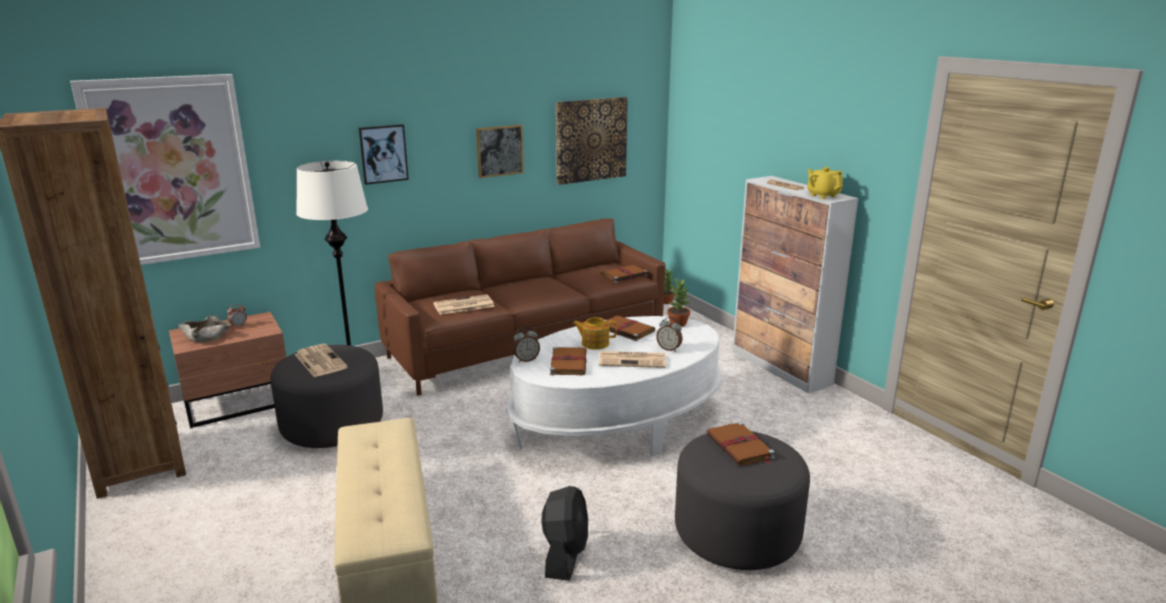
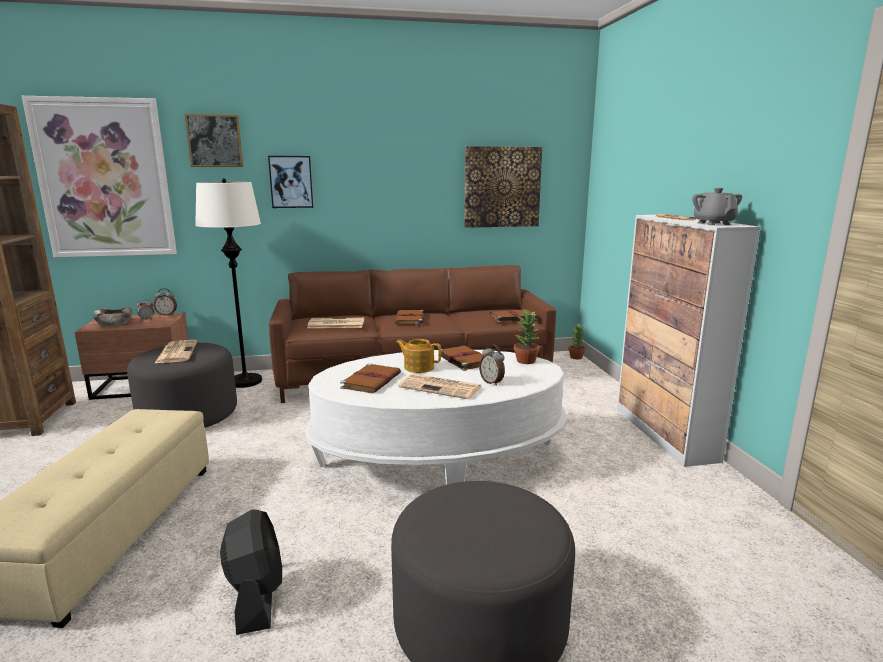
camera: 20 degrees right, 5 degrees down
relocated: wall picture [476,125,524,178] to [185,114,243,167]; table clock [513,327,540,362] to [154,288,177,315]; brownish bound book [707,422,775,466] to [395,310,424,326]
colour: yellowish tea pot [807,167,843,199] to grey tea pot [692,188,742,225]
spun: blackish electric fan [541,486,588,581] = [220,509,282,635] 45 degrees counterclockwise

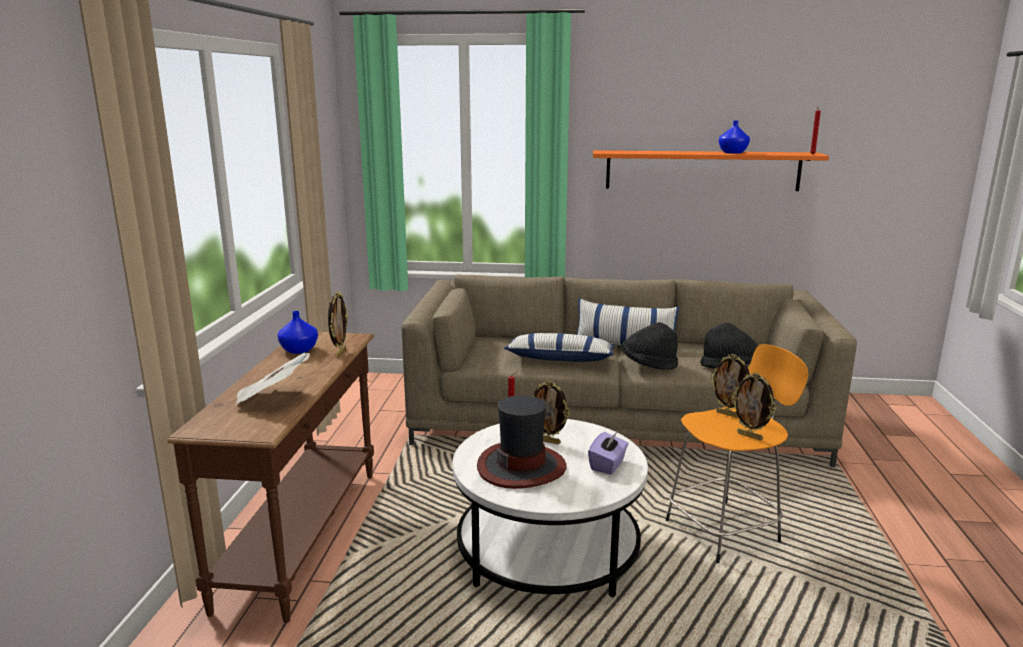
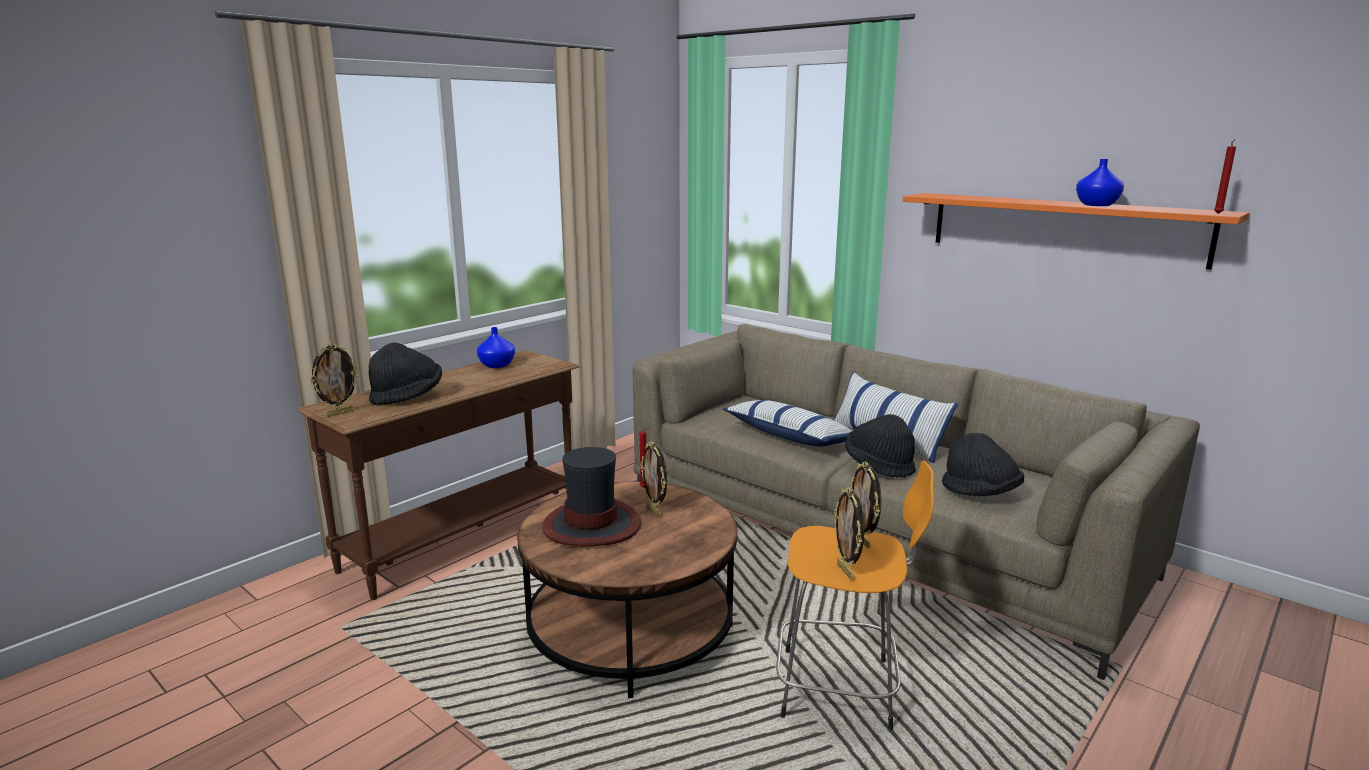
camera: 35 degrees right, 0 degrees up
missing: purple-coloured tissue holder [588,431,628,474]
relocated: picture frame [328,291,348,357] to [310,343,359,417]
exchanged: daily paper [235,352,310,405] to blackish wearable hat [369,343,442,405]
colour: white coffee table [452,419,648,598] to brownish coffee table [517,482,737,698]

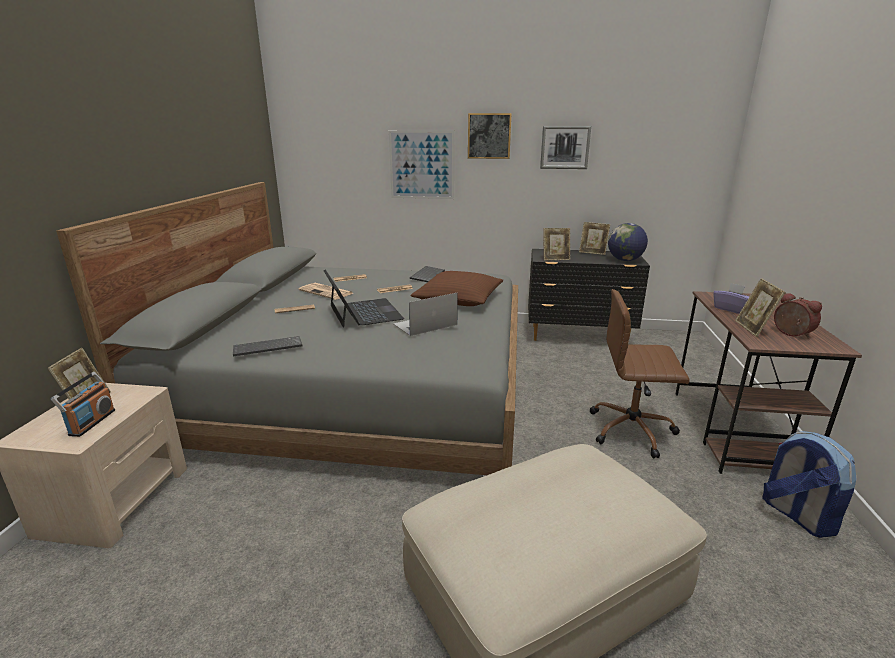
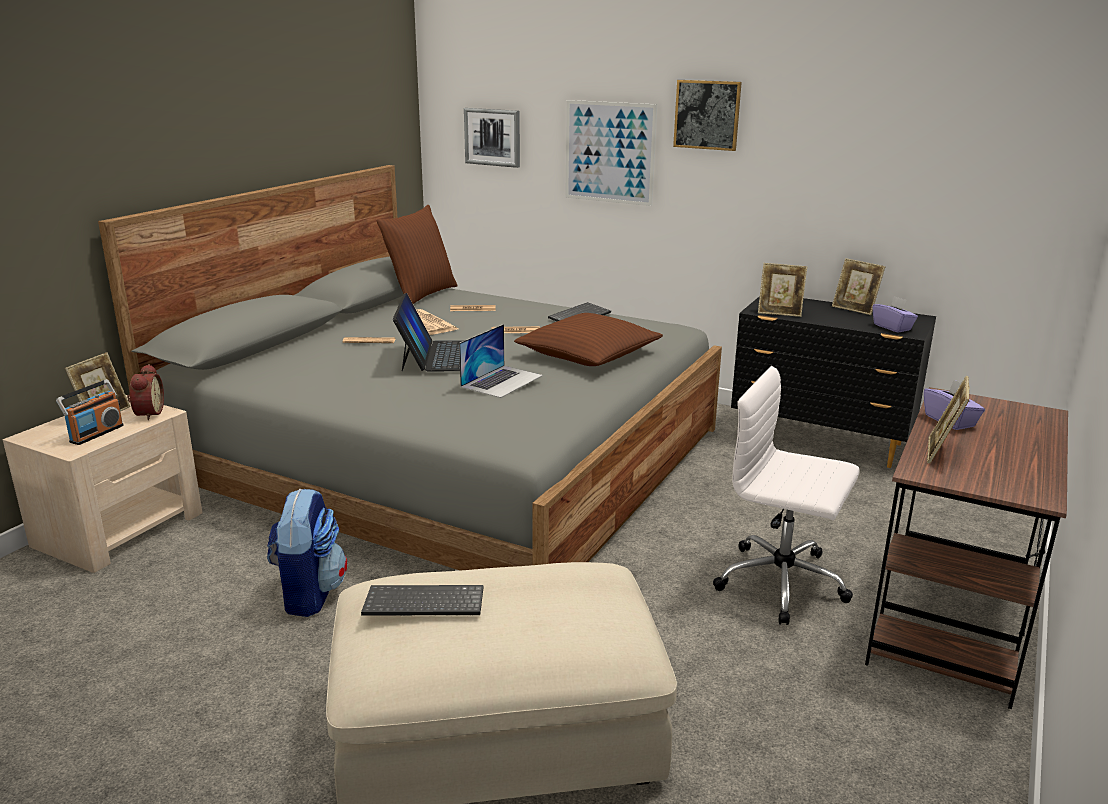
camera: 20 degrees right, 0 degrees up
appeared: brownish pillow [377,205,458,304]
relocated: keyboard [233,336,303,356] to [361,585,483,616]; wall picture [540,126,591,169] to [464,108,520,168]; backpack [762,431,856,538] to [267,489,347,617]; table clock [774,293,822,339] to [127,364,164,420]
exchanged: globe [608,223,648,261] to purple-coloured tissue holder [872,296,918,333]
colour: brownish desk chair [590,289,690,459] to white desk chair [713,366,860,625]
spun: portable computer [394,293,458,336] = [459,324,543,398] 135 degrees clockwise

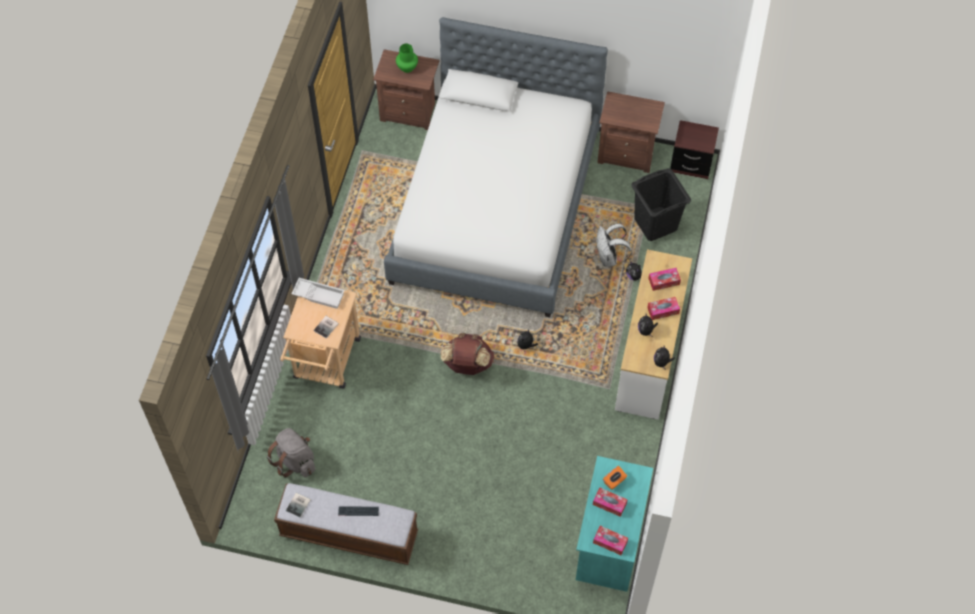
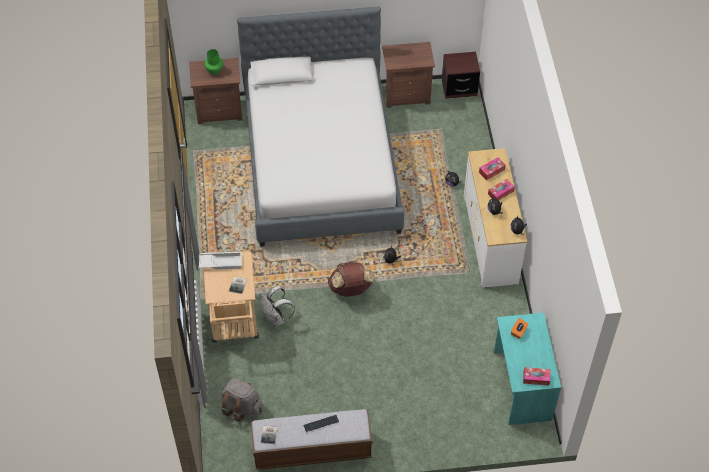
camera: 20 degrees left, 5 degrees down
missing: tissue holder [593,488,628,517]; blackish washing basket [631,168,691,241]
relocated: white backpack [596,223,632,267] to [260,286,295,327]

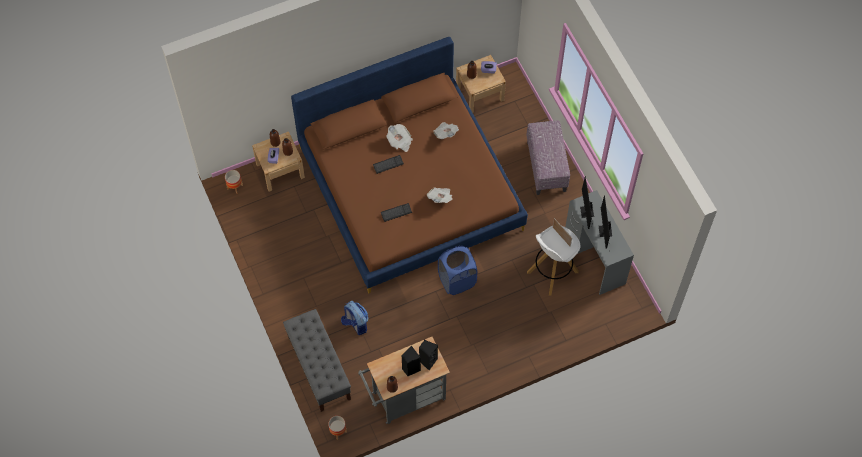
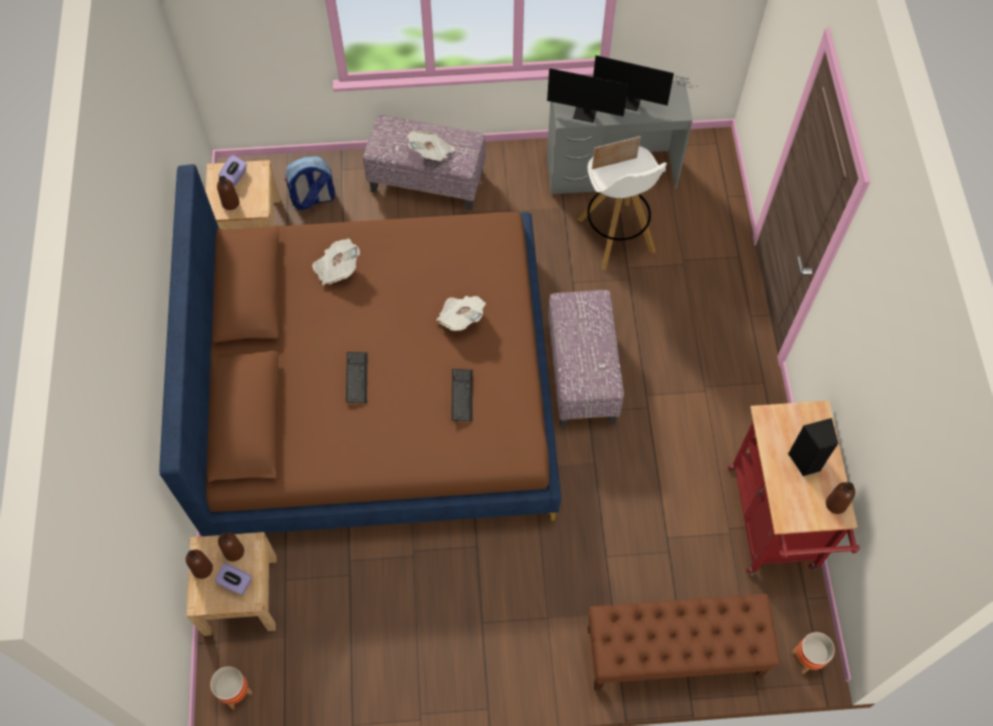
camera: 70 degrees left, 0 degrees up
missing: blackish audio speaker [419,340,438,370]
relocated: backpack [341,301,368,335] to [285,156,335,210]; daily paper [387,124,413,152] to [408,131,455,161]
exchanged: blue washing basket [438,246,477,295] to pouffe [548,290,624,427]
colour: grey indoor bench [283,309,351,412] to brownish indoor bench [588,594,780,690]; grey trolley [358,337,450,424] to reddish trolley [728,401,860,576]

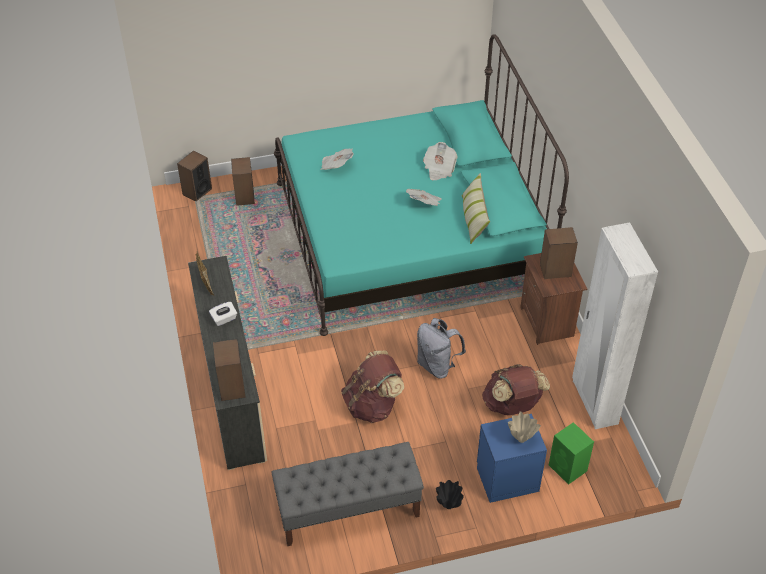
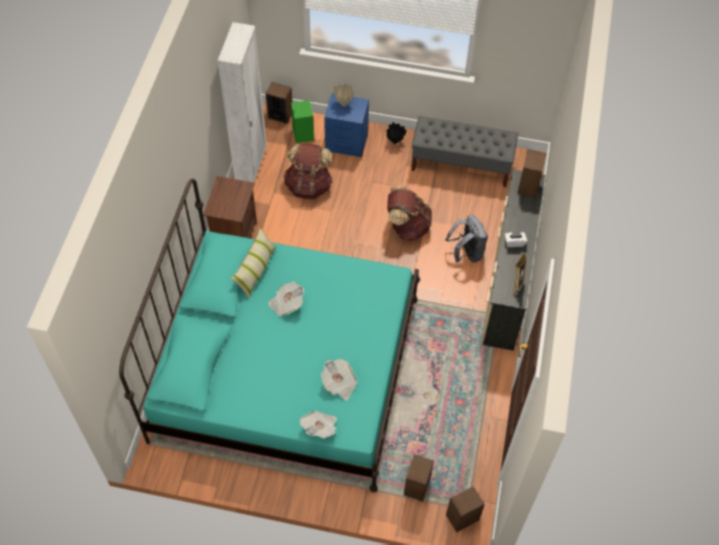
camera: 155 degrees left, 10 degrees up
relocated: grey backpack [417,318,466,378] to [445,215,488,263]; daily paper [423,142,458,180] to [300,410,337,438]; audio speaker [540,227,578,279] to [265,82,292,124]

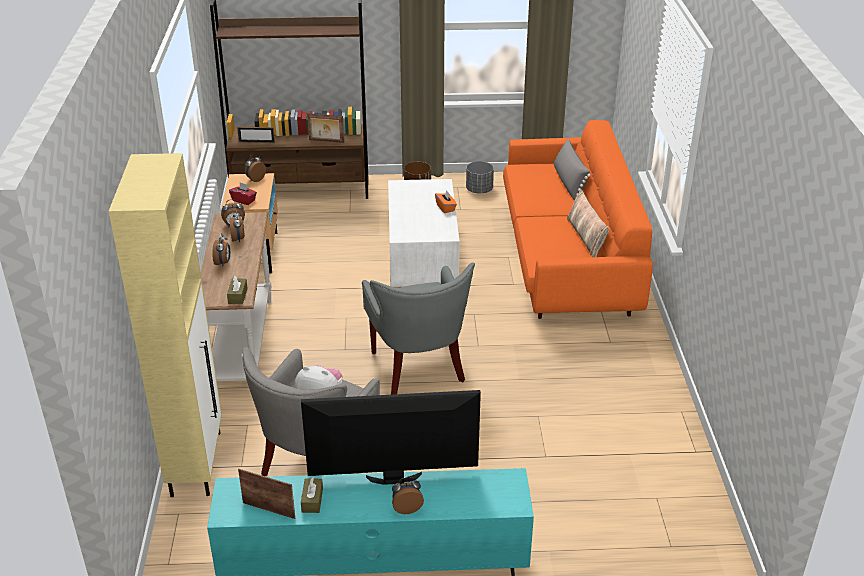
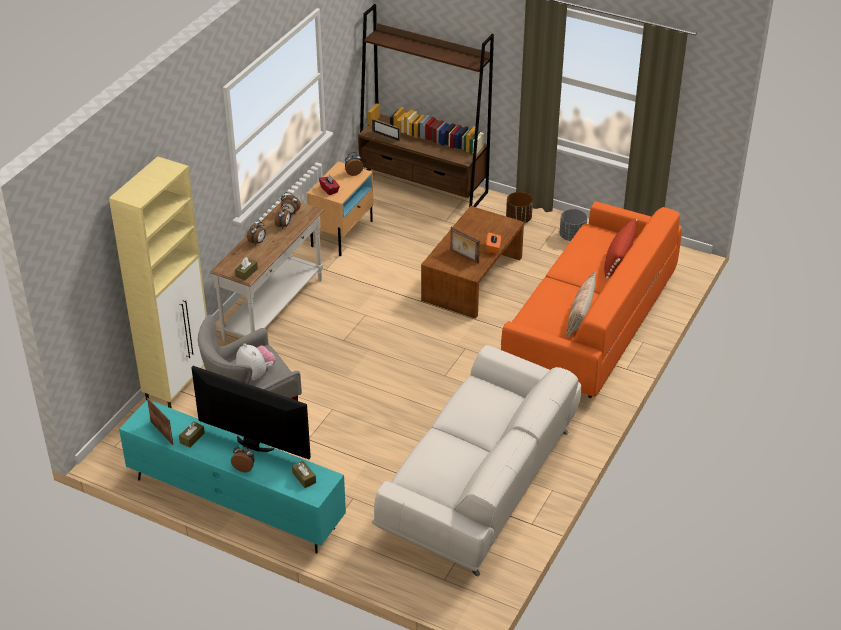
camera: 30 degrees right, 5 degrees up
missing: grey armchair [362,262,475,395]
appeared: brownish tissue holder [292,461,316,488]; white couch [372,345,581,577]
relocated: picture frame [307,113,344,143] to [450,227,480,264]
colour: white coffee table [388,179,460,287] to brownish coffee table [421,206,524,319]; grey pillow [554,139,591,200] to reddish pillow [604,218,637,279]

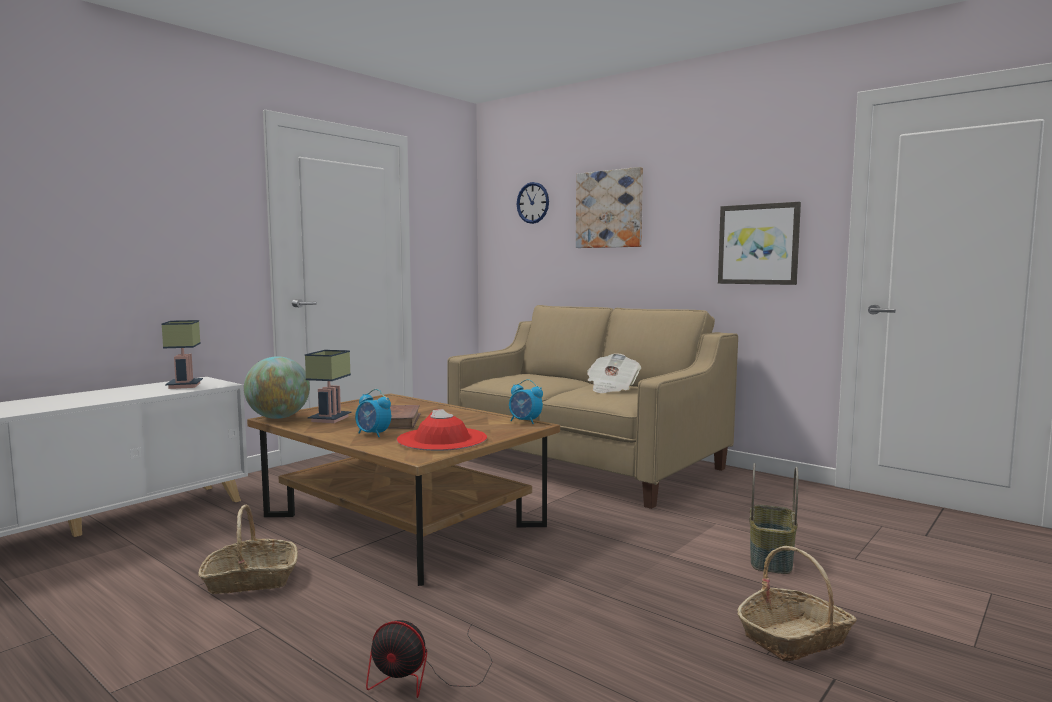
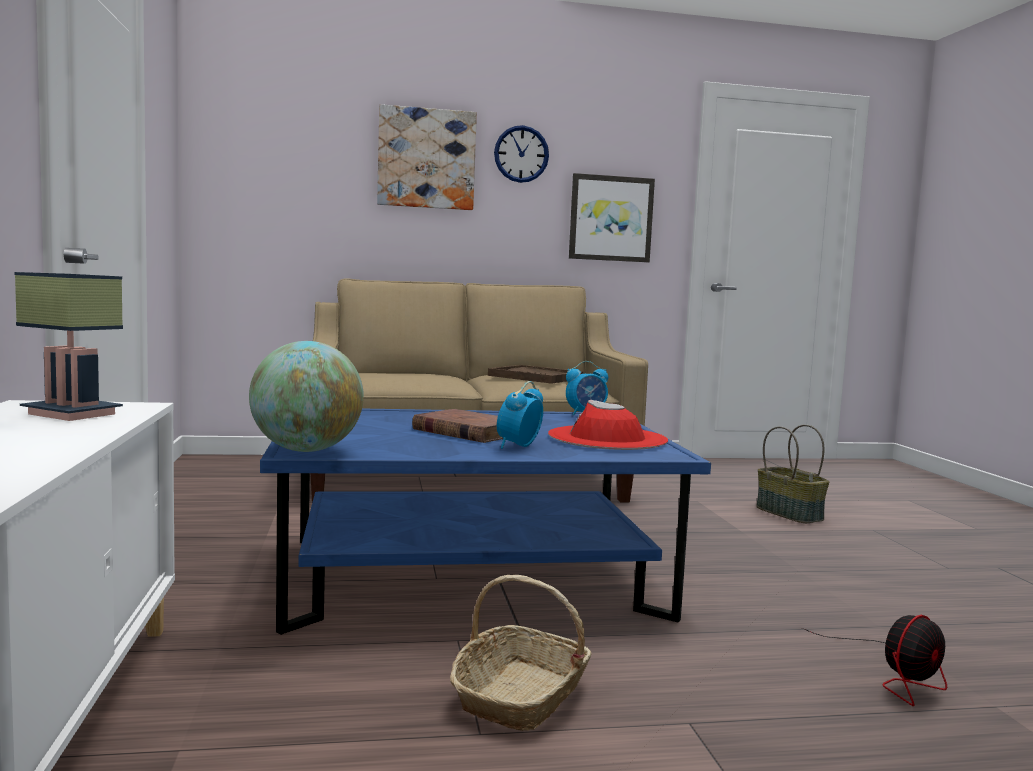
camera: 50 degrees left, 0 degrees up
missing: tabletop lamp [305,350,352,423]; storage basket [737,546,857,661]
relocated: wall clock [517,182,549,224] to [494,125,549,183]
exchanged: daily paper [587,353,641,393] to brownish serving tray [488,365,583,384]
colour: brownish coffee table [247,393,560,586] to blue coffee table [260,409,711,635]
spun: table clock [355,389,391,437] = [497,381,543,449] 135 degrees clockwise

